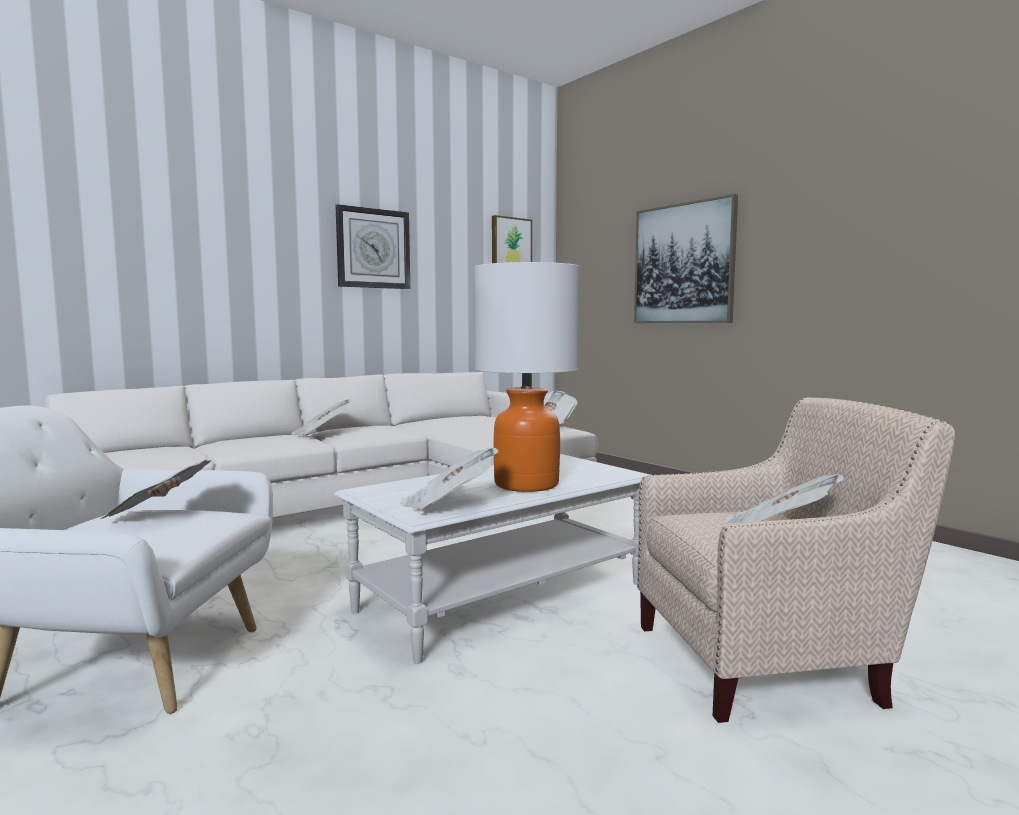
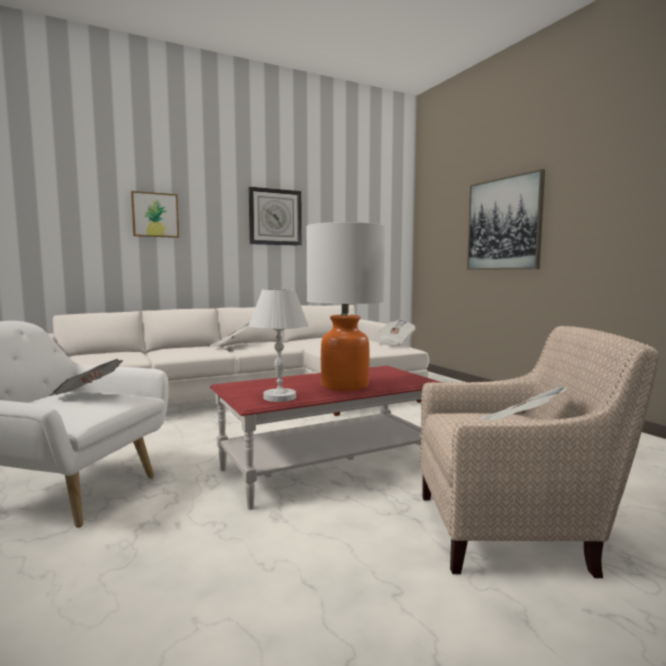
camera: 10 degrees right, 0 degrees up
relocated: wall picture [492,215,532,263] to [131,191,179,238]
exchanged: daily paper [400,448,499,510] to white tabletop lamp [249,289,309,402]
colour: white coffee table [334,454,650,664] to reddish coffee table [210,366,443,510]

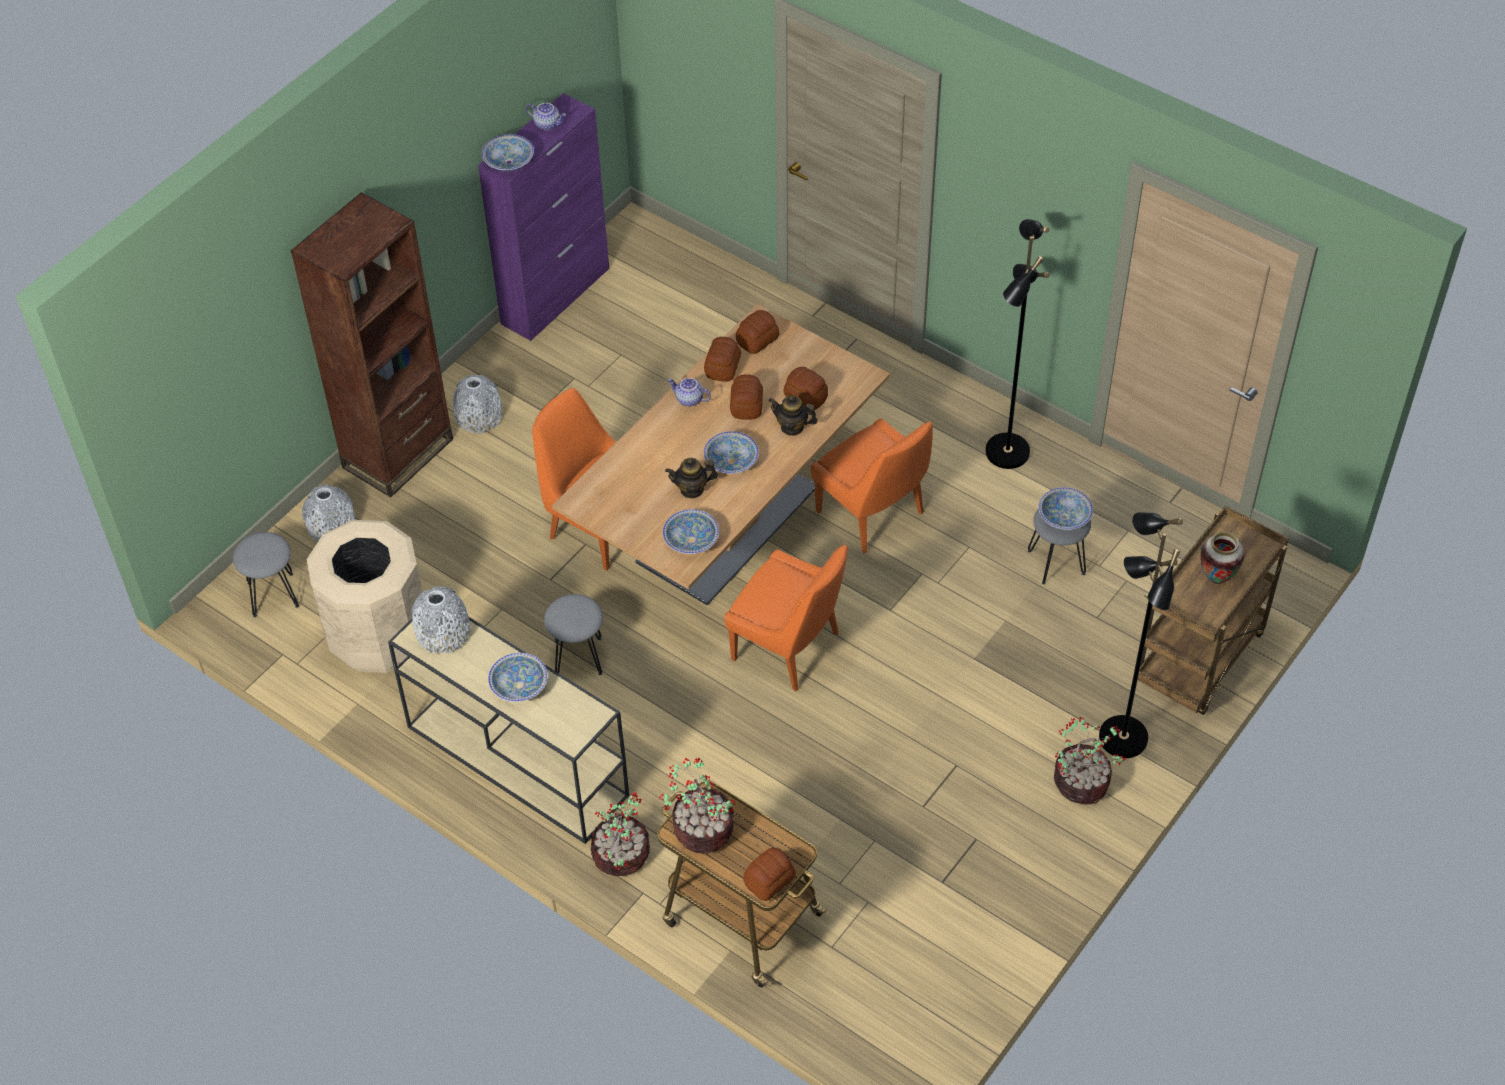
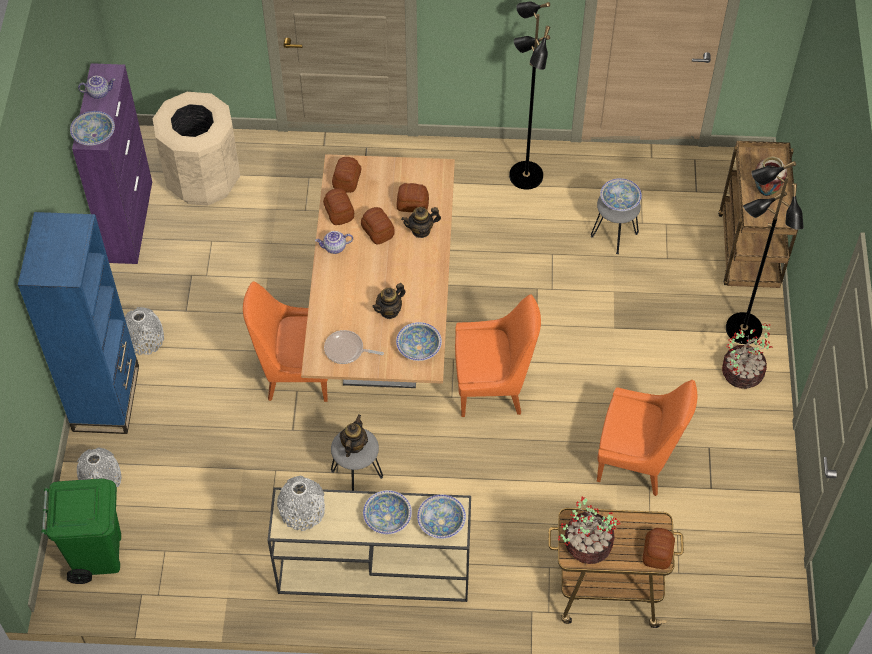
camera: 35 degrees left, 5 degrees up
missing: houseplant [591,792,650,876]
appeared: skillet [324,330,384,364]; tea pot [340,415,368,457]
relocated: beige waste bin [307,520,422,673] to [152,92,241,206]; deep dish [704,431,759,474] to [417,495,466,539]; orange chair [811,418,933,554] to [597,380,697,496]
exchanged: grey stool [233,532,299,617] to greenish waste bin [41,478,121,584]
colour: brownish bookcase [291,192,453,498] to blue bookcase [18,212,139,434]

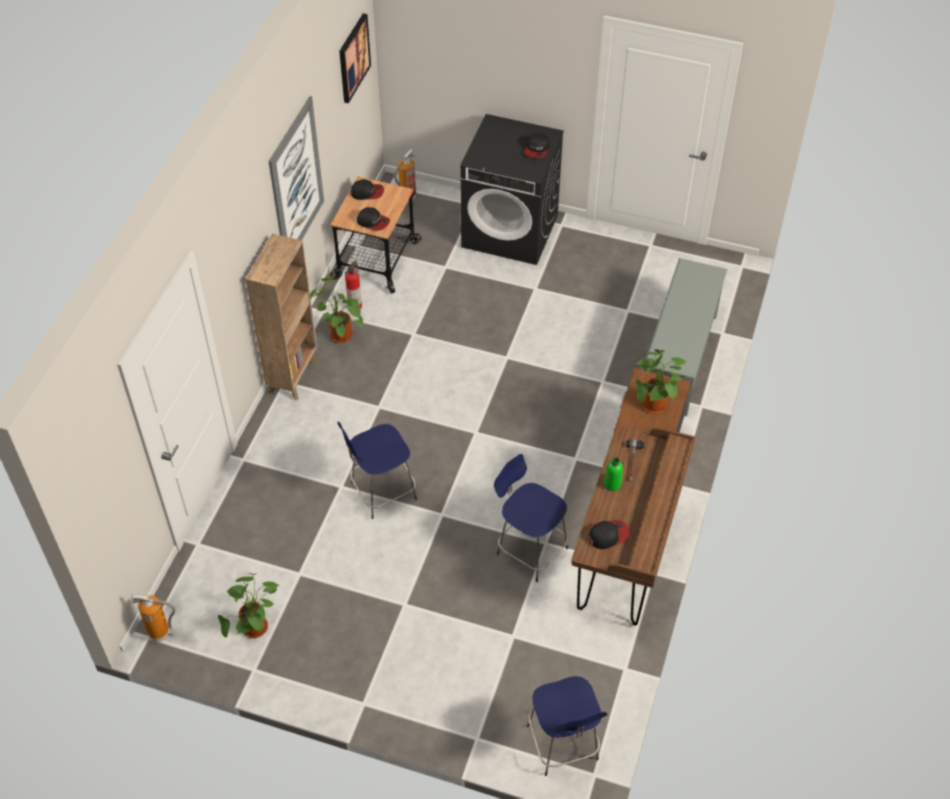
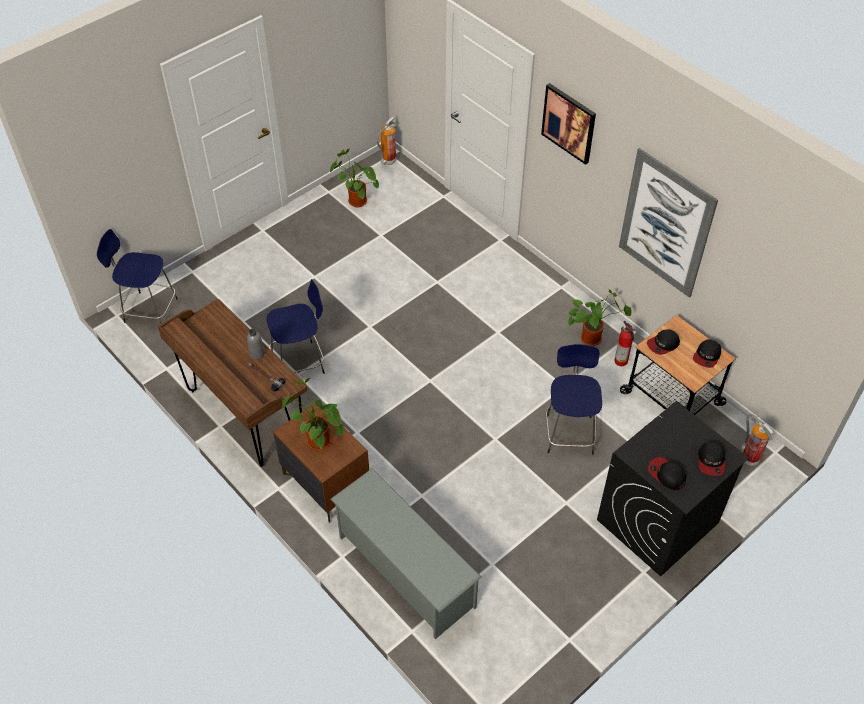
camera: 120 degrees right, 0 degrees up
missing: brownish bookcase [245,233,318,400]
relocated: blue stool [337,422,417,519] to [546,344,602,455]; wall picture [339,13,371,103] to [541,83,596,165]; baseball cap [588,520,630,549] to [698,442,725,476]
colour: greenish bottle [604,457,623,491] to grey bottle [247,328,265,359]

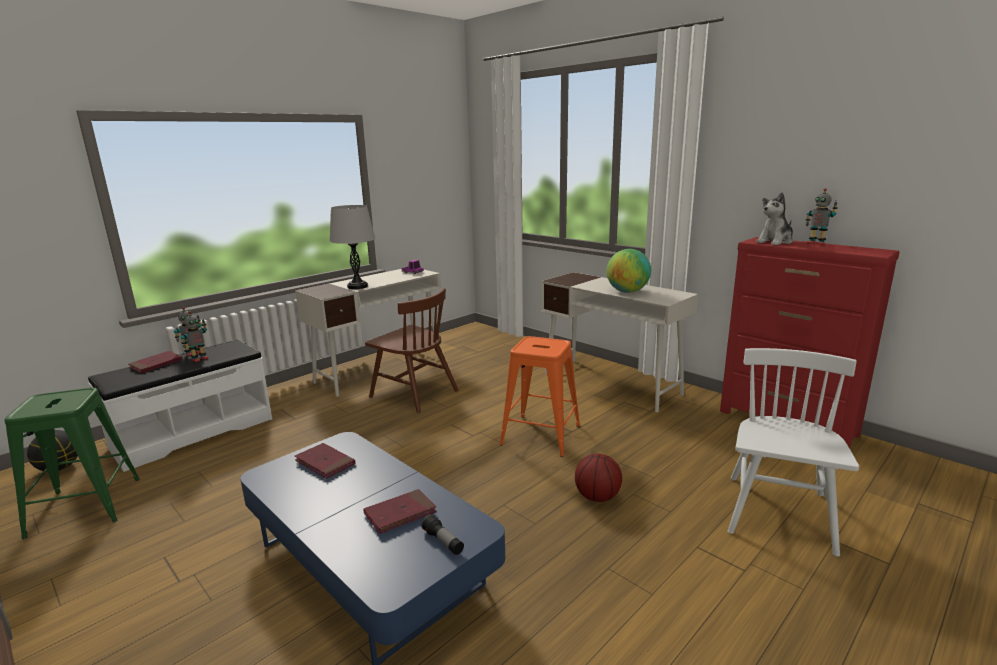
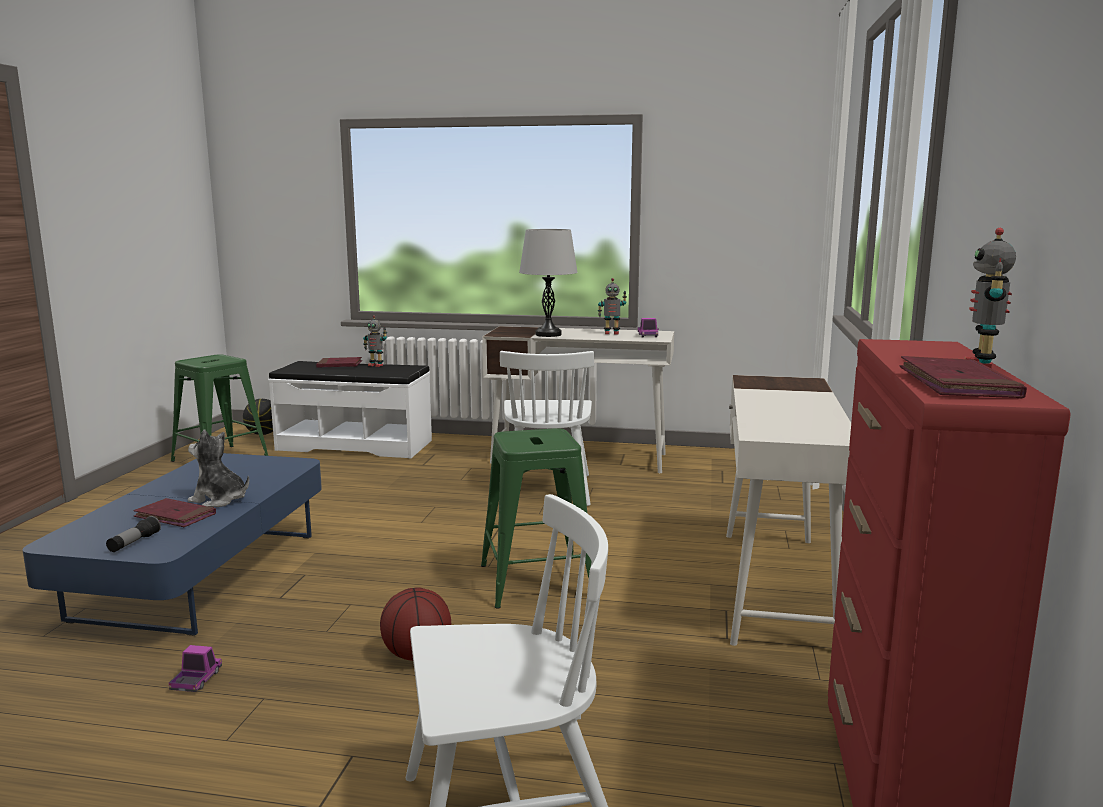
camera: 55 degrees right, 5 degrees down
missing: globe [606,249,651,293]
appeared: toy truck [169,645,222,692]
relocated: model robot [181,311,208,362] to [598,278,627,334]; reddish bound book [295,443,355,479] to [900,356,1027,399]; plush toy [756,192,793,245] to [188,429,249,507]
colour: brownish chair [365,288,458,413] to white chair [500,351,594,506]; orange stool [500,336,580,457] to greenish stool [481,428,591,609]

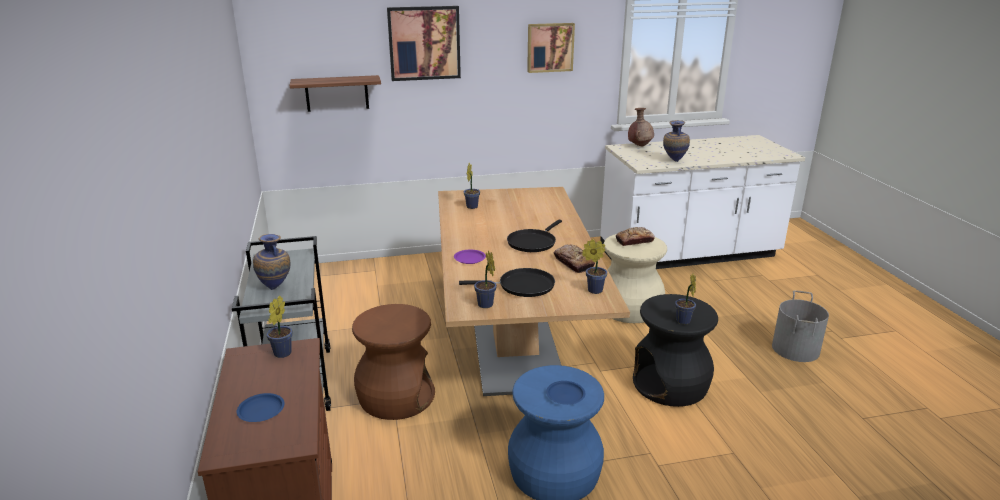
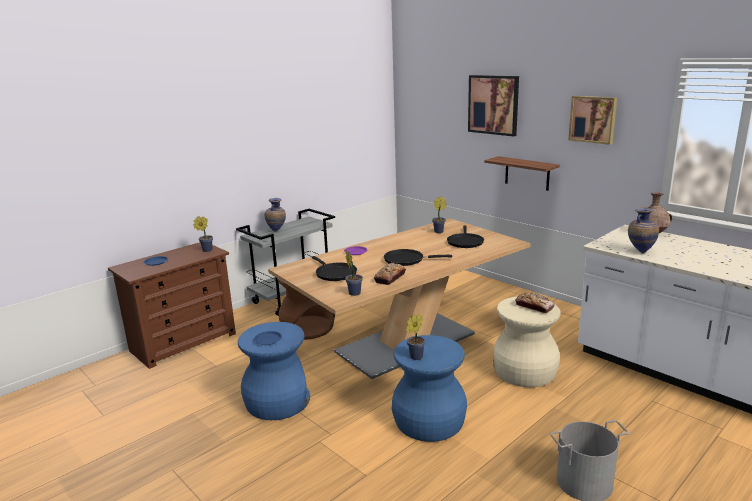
camera: 60 degrees right, 5 degrees down
missing: houseplant [474,250,497,308]
appeared: blackish skillet [447,225,484,248]
relocated: wall shelf [289,75,381,112] to [484,156,560,191]
colour: blackish stool [633,294,718,407] to blue stool [392,335,467,442]

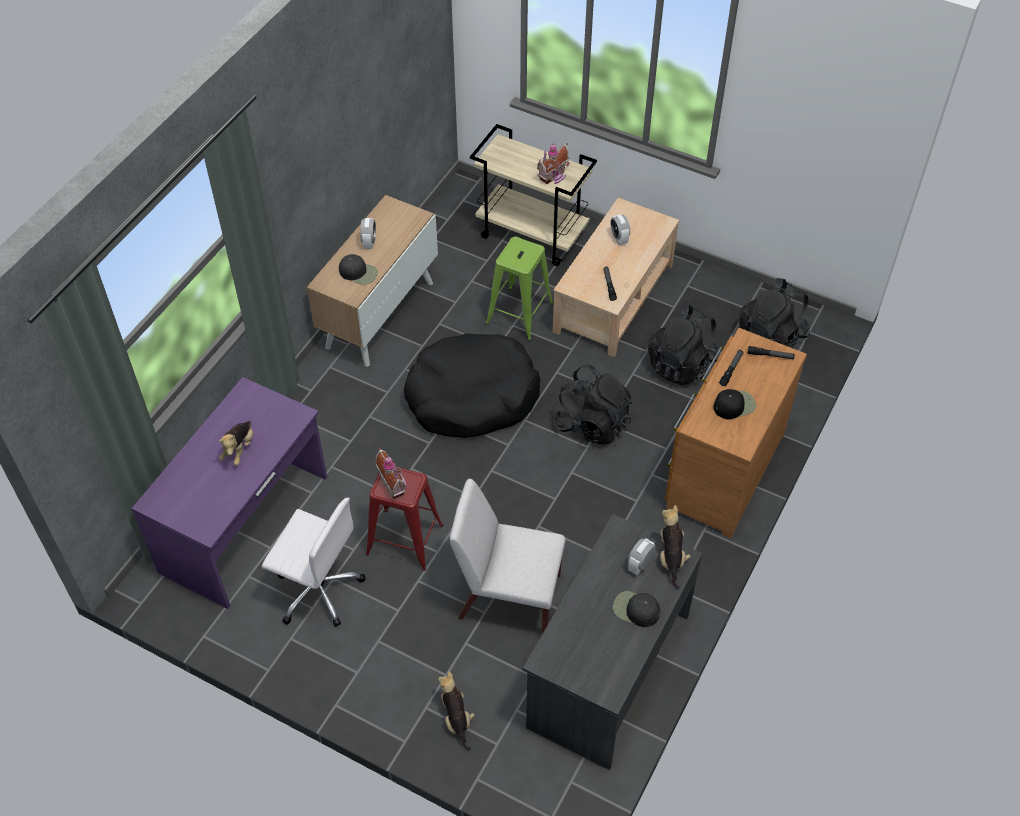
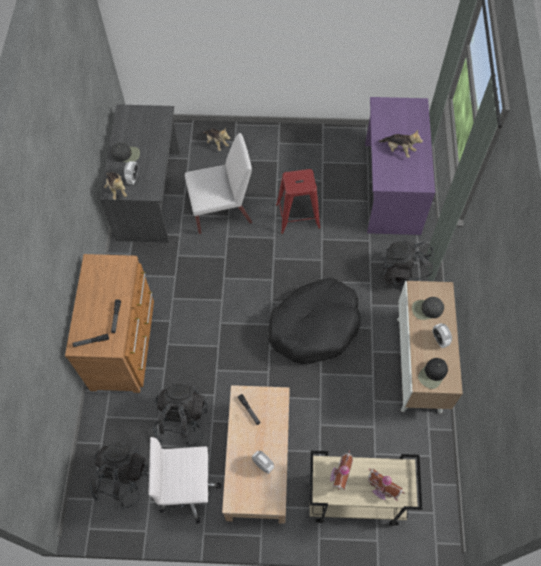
camera: 155 degrees right, 10 degrees up
missing: greenish stool [486,237,554,341]
relocated: white desk chair [262,498,366,627] to [148,437,221,523]; model house [376,447,407,499] to [368,469,404,501]; blackish backpack [553,364,632,445] to [380,241,433,289]; blackish baseball cap [713,389,756,419] to [418,358,448,389]
spun: plush toy [219,420,253,466] = [379,130,423,158] 135 degrees clockwise

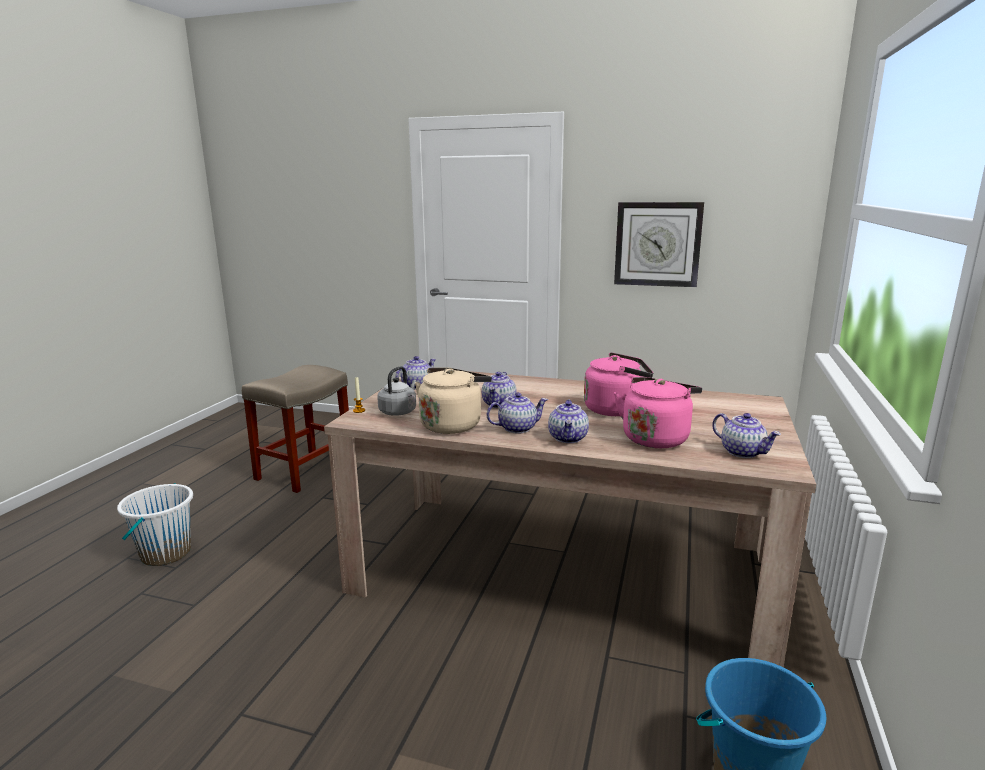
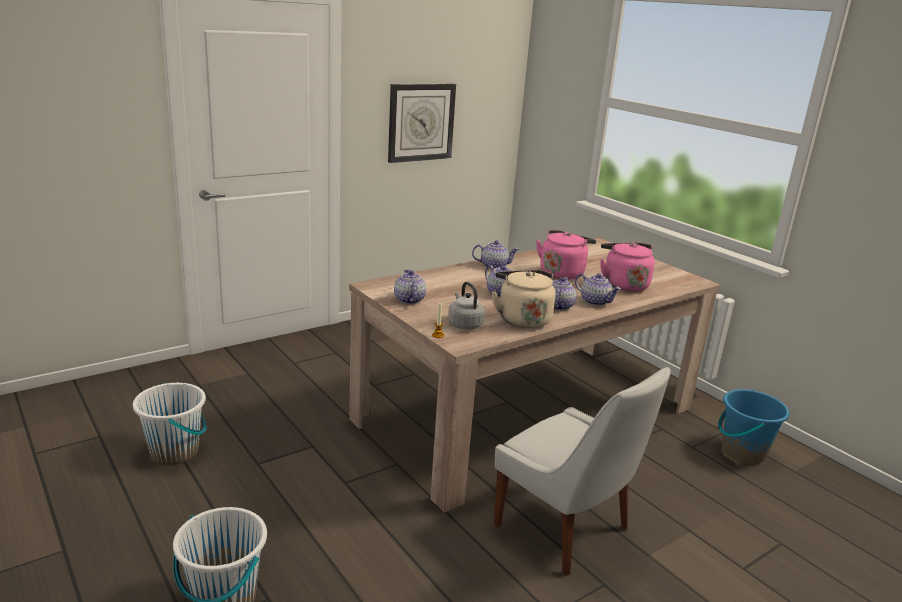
camera: 55 degrees left, 5 degrees up
appeared: white chair [494,367,671,576]
relocated: tea pot [712,413,781,458] to [472,240,519,269]
exchanged: beige stool [242,365,349,493] to white pail [133,383,207,465]

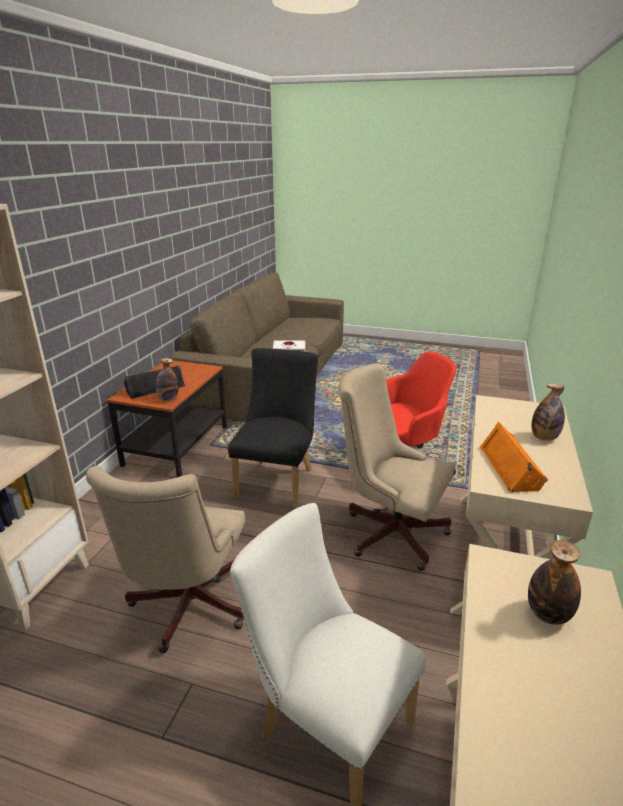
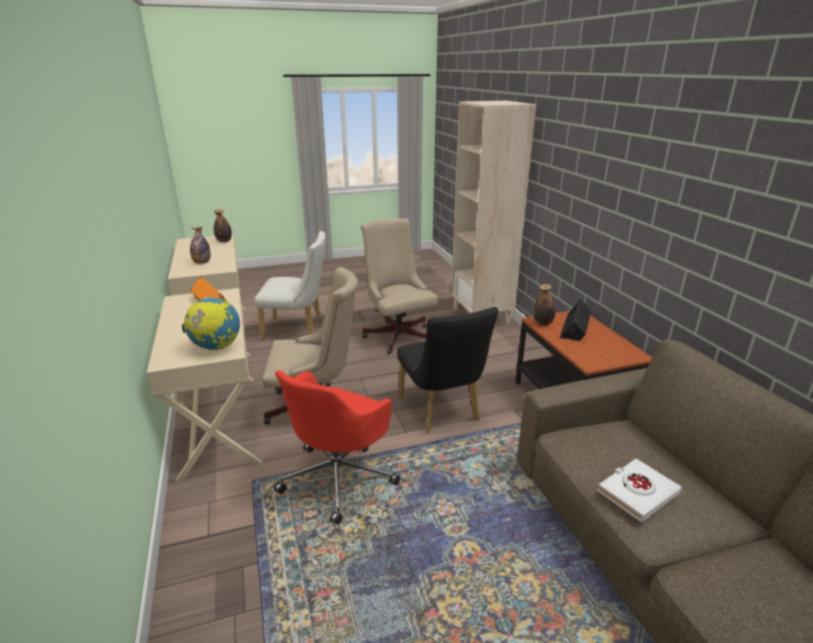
camera: 145 degrees right, 0 degrees up
appeared: globe [182,297,240,350]
relocated: bottle [531,384,565,441] to [214,209,232,243]

